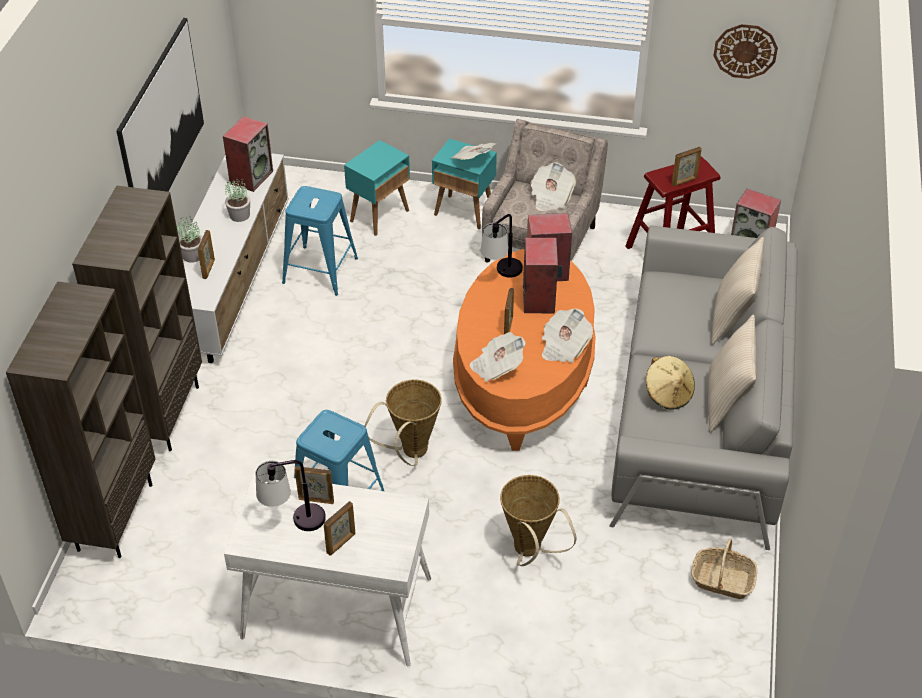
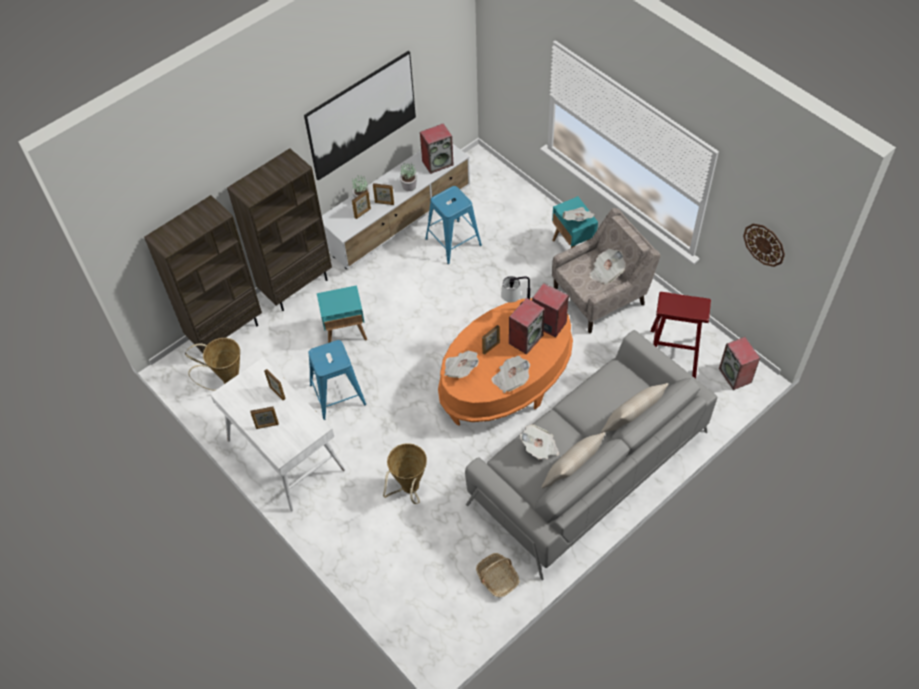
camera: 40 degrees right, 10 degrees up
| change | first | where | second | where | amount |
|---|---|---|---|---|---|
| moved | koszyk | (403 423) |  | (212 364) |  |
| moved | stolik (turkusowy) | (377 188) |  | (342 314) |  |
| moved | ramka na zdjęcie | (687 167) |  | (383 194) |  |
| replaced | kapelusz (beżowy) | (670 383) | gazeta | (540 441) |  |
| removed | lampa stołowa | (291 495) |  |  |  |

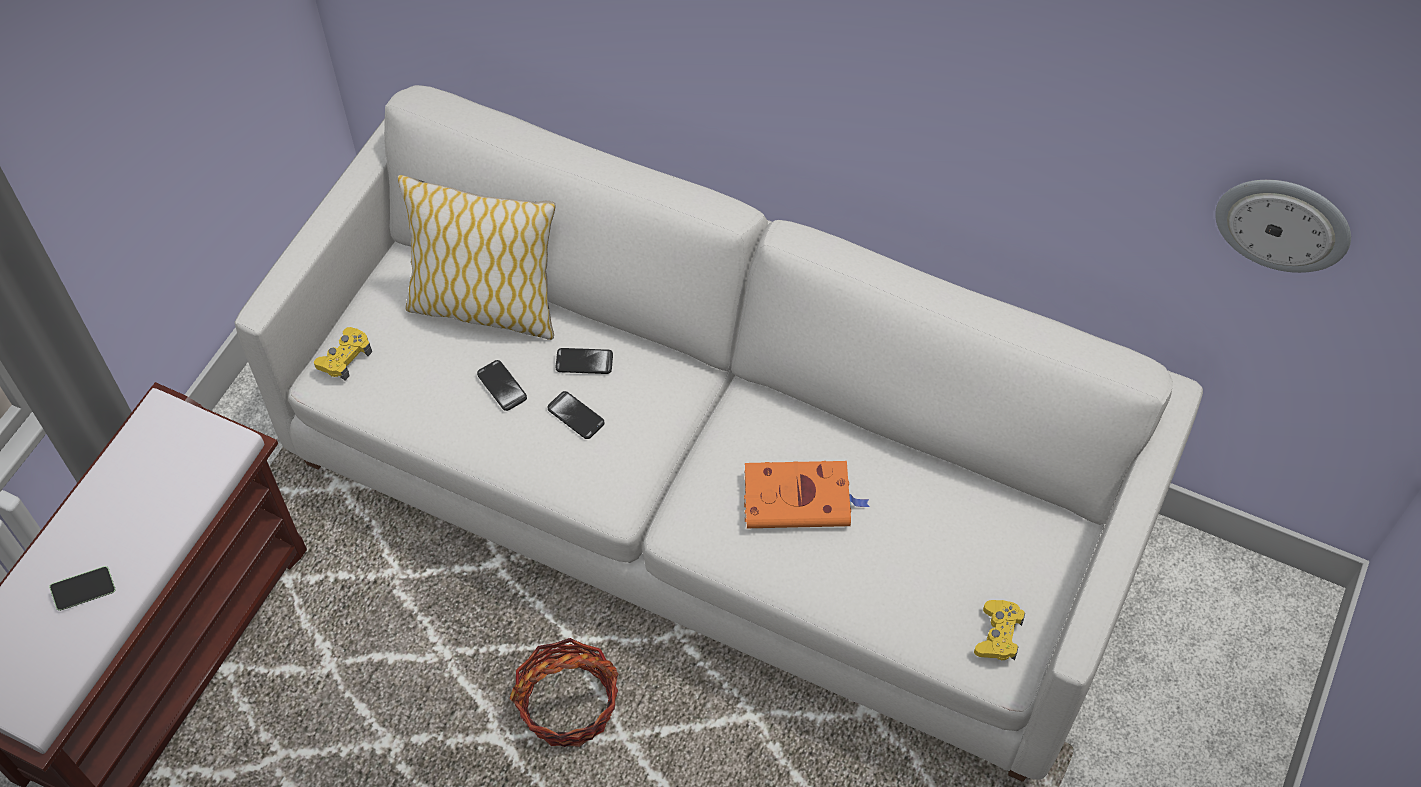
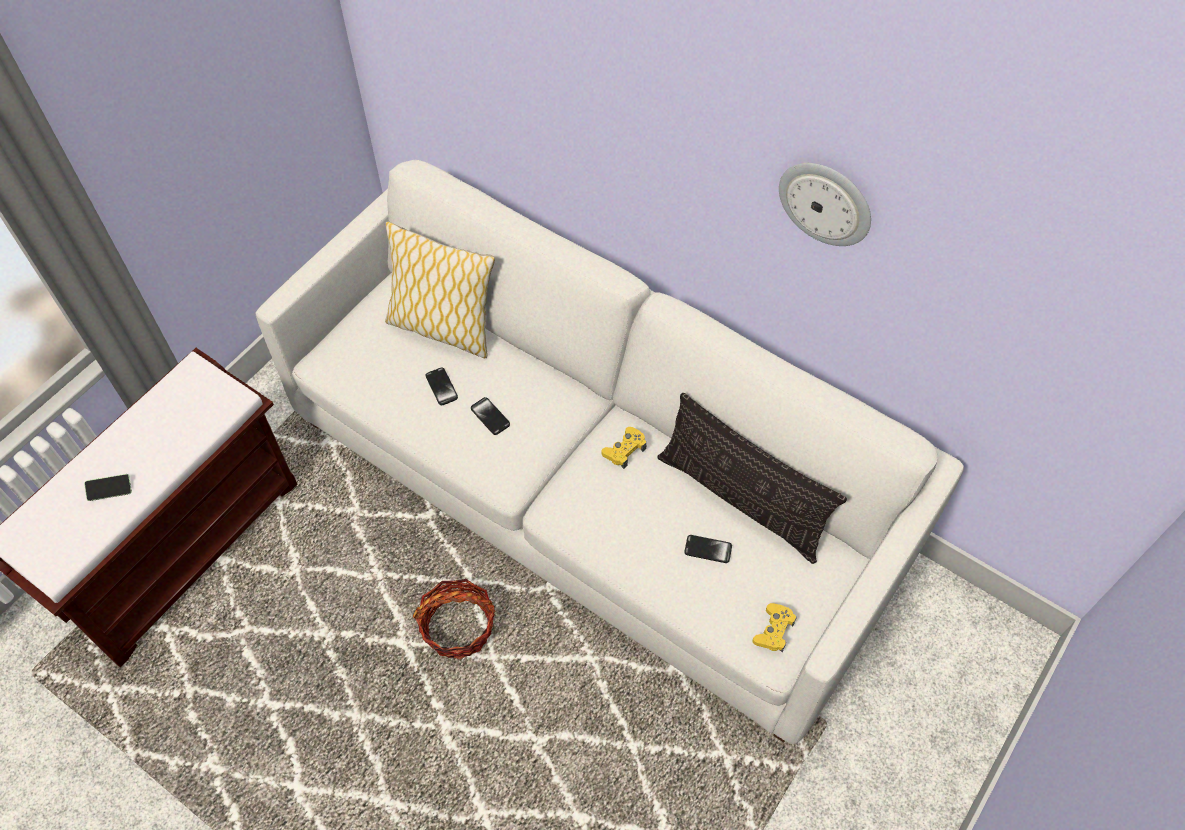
camera: 10 degrees right, 0 degrees up
| change | first | where | second | where | amount |
|---|---|---|---|---|---|
| moved | pad do gier (żółty) | (343 354) |  | (624 448) |  |
| added |  |  | poduszka | (752 478) |  |
| moved | telefon | (584 361) |  | (708 549) |  |
| moved | zegar ścienny | (1283 226) |  | (825 204) |  |
| removed | książka (pomarańczowy) | (806 494) |  |  |  |

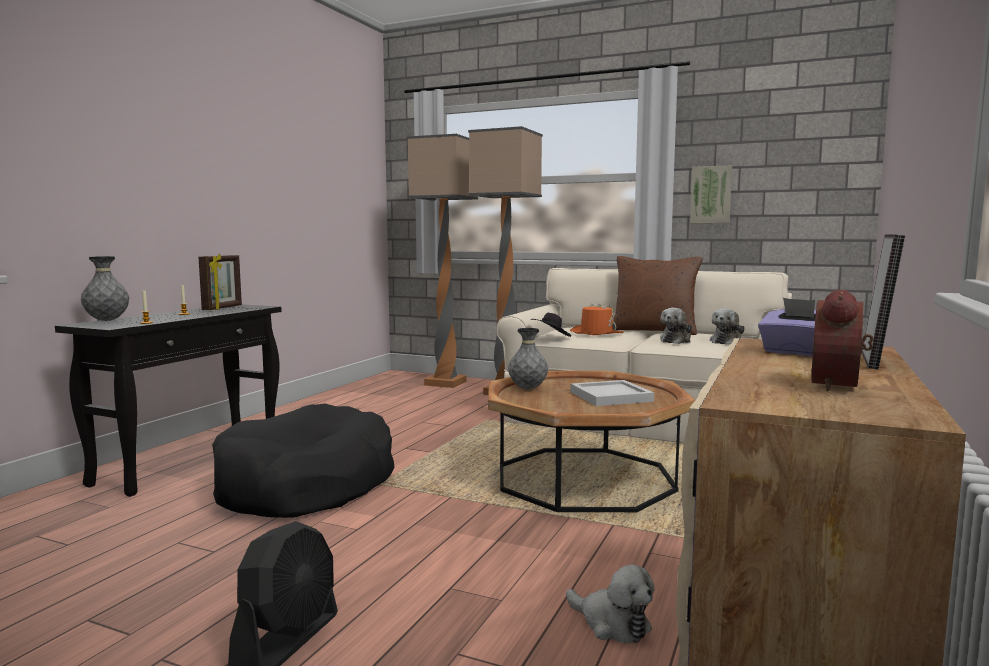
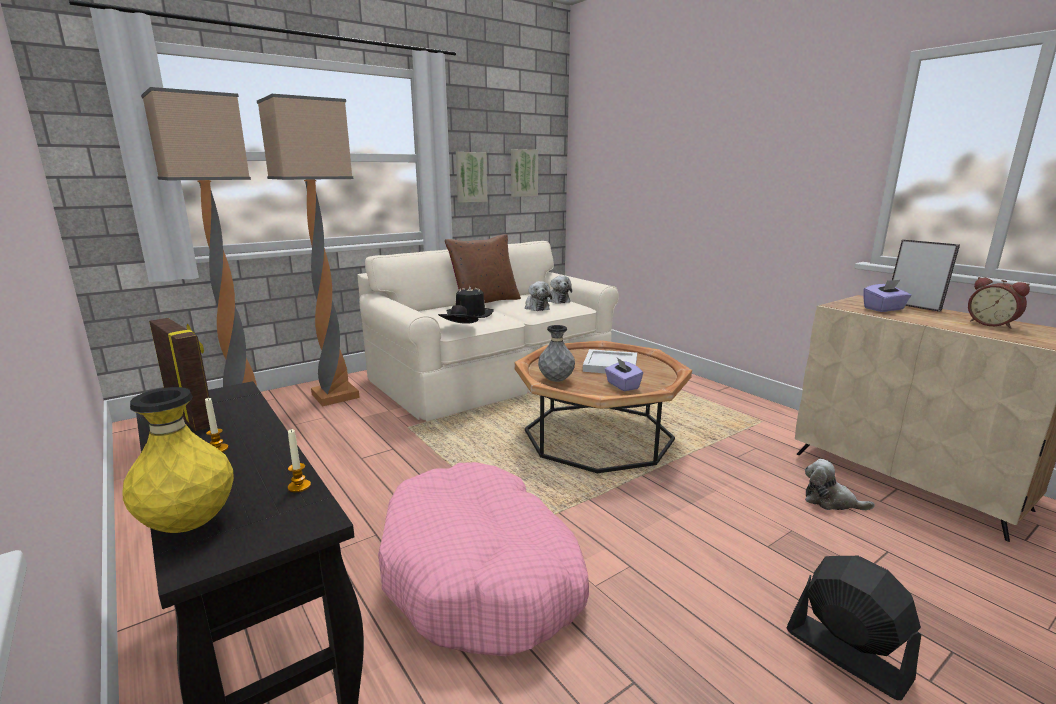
camera: 60 degrees left, 10 degrees up
| change | first | where | second | where | amount |
|---|---|---|---|---|---|
| recoloured | wazon (szary) | (105 288) | wazon (żółty) | (178 460) |  |
| recoloured | legowisko (czarny) | (303 460) | legowisko (różowy) | (483 559) |  |
| recoloured | kapelusz (pomarańczowy) | (597 319) | kapelusz (czarny) | (470 302) |  |
| added |  |  | obraz | (524 173) |  |
| added |  |  | pudełko chusteczek (fioletowy) | (624 374) |  |
| turned | pluszak | (610 604) |  | (840 484) | 135 degrees counterclockwise |

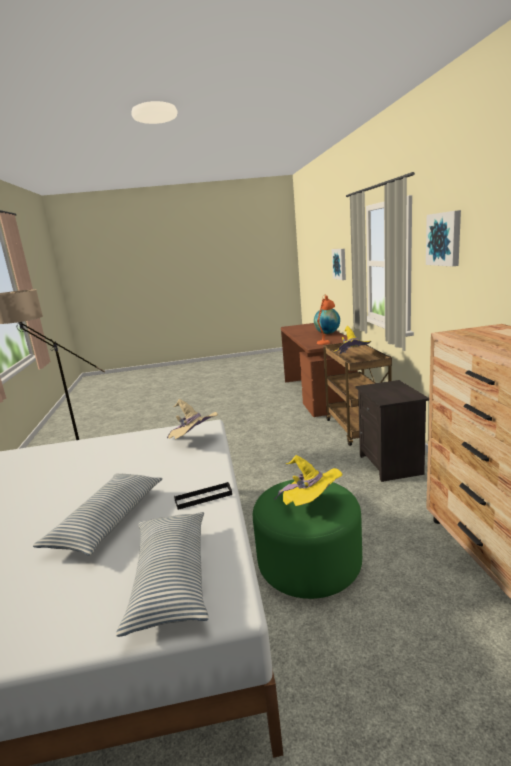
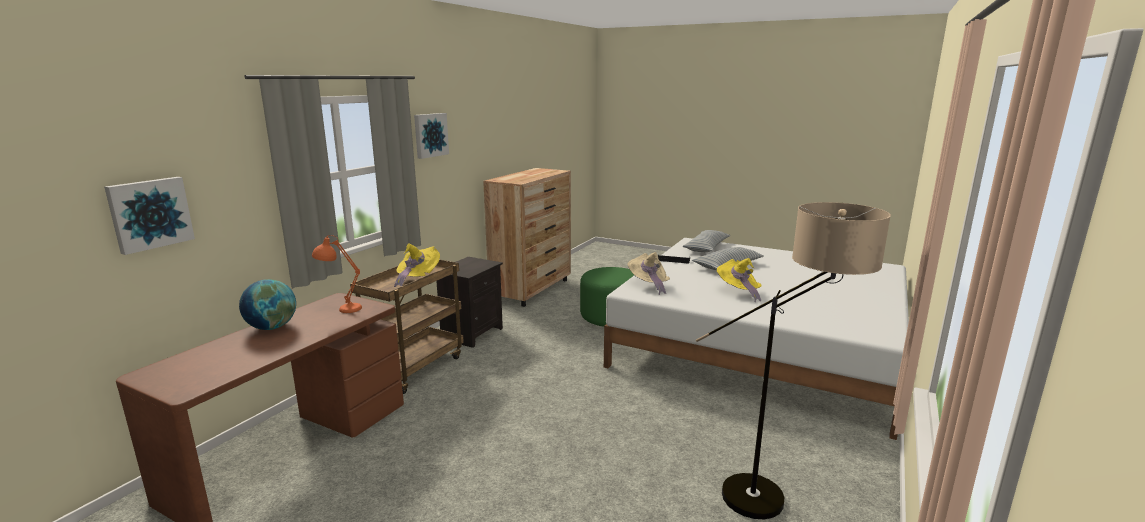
camera: 145 degrees left, 0 degrees up
| change | first | where | second | where | amount |
|---|---|---|---|---|---|
| moved | kapelusz (żółty) | (308 480) |  | (739 280) |  |

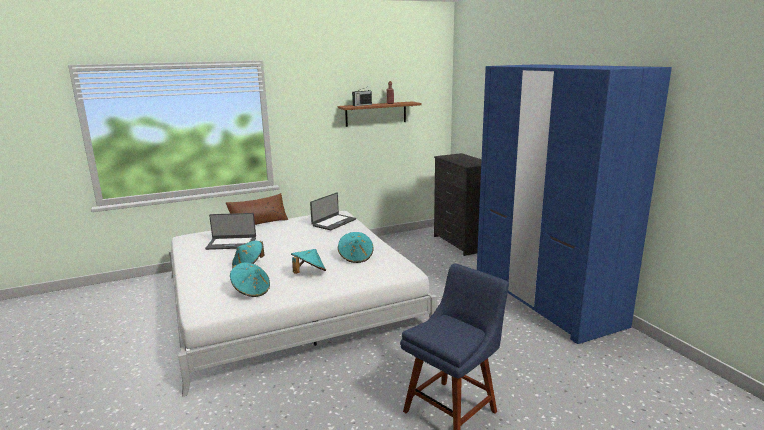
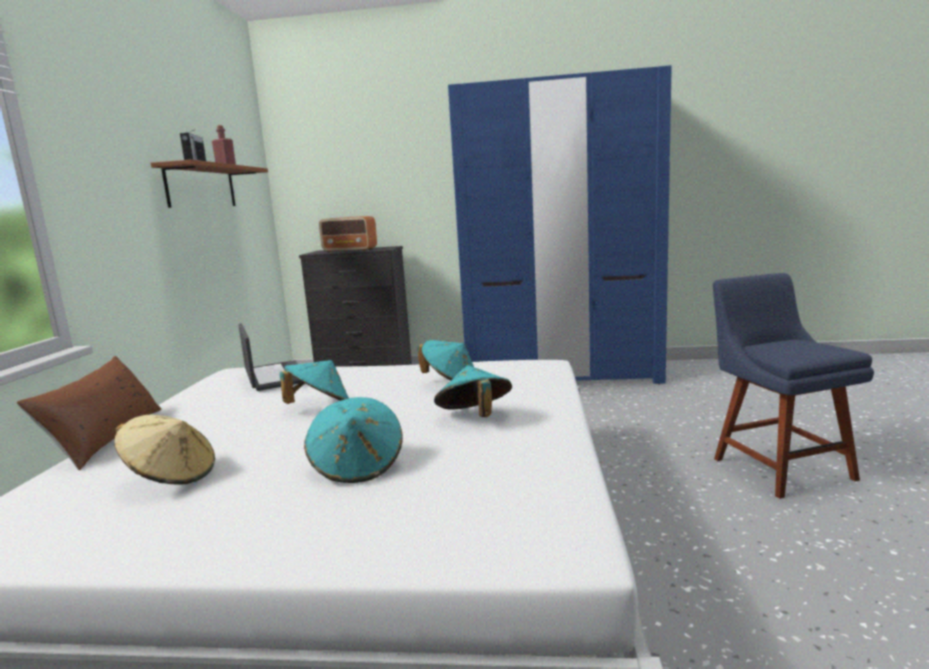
camera: 60 degrees left, 5 degrees down
| change | first | where | second | where | amount |
|---|---|---|---|---|---|
| replaced | laptop | (230 231) | kapelusz (beżowy) | (164 449) |  |
| moved | kapelusz (turkusowy) | (250 279) |  | (314 382) |  |
| added |  |  | radio | (348 234) |  |

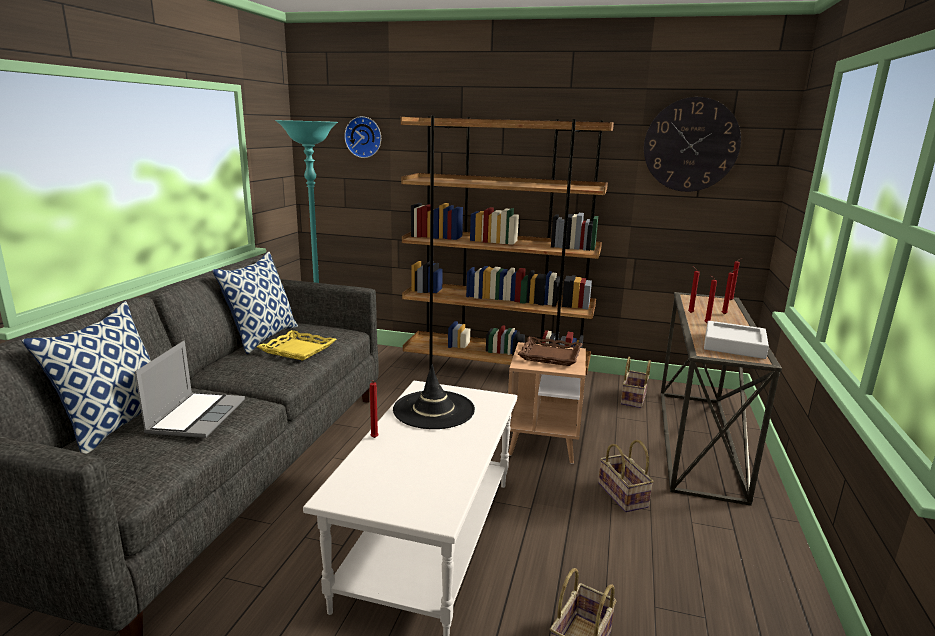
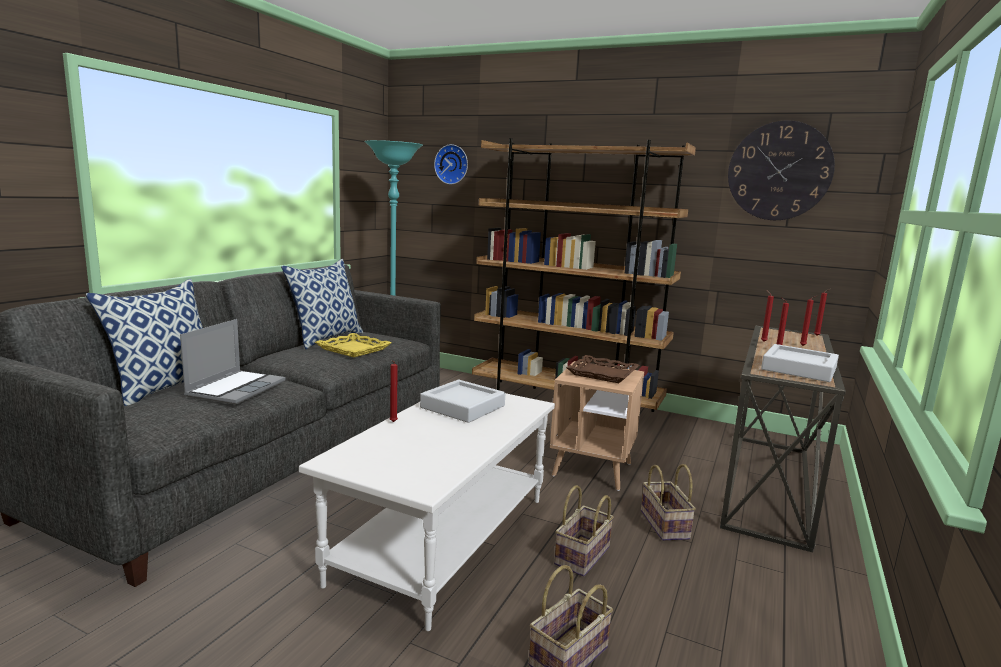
camera: 10 degrees right, 5 degrees down
| change | first | where | second | where | amount |
|---|---|---|---|---|---|
| replaced | kapelusz (czarny) | (434 396) | taca (szary) | (463 401) |  |
| moved | koszyk | (636 382) |  | (584 530) |  |

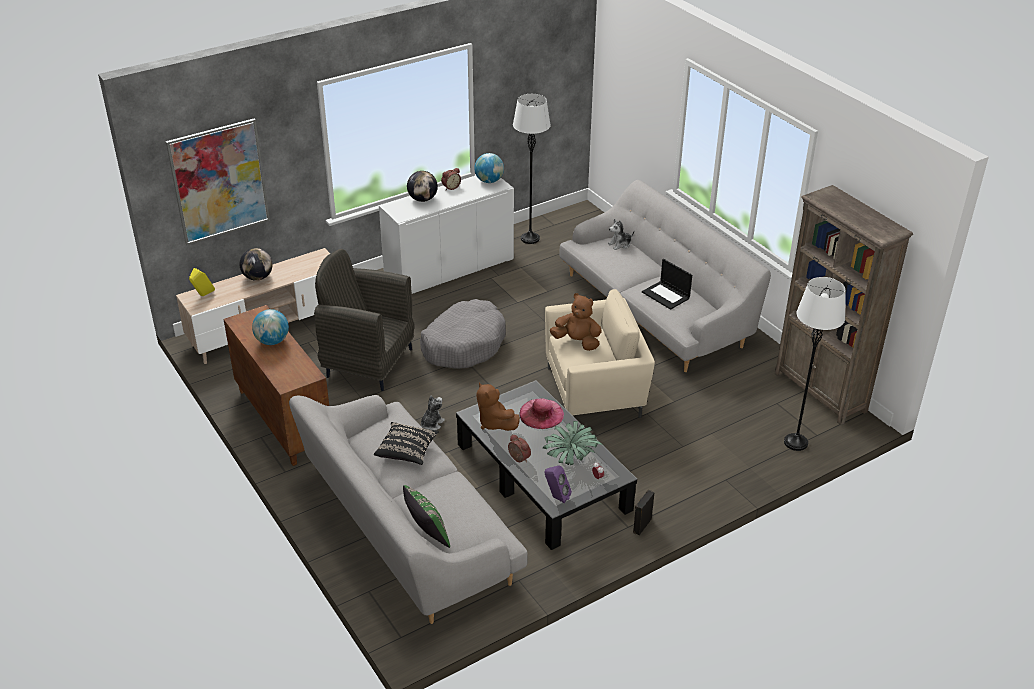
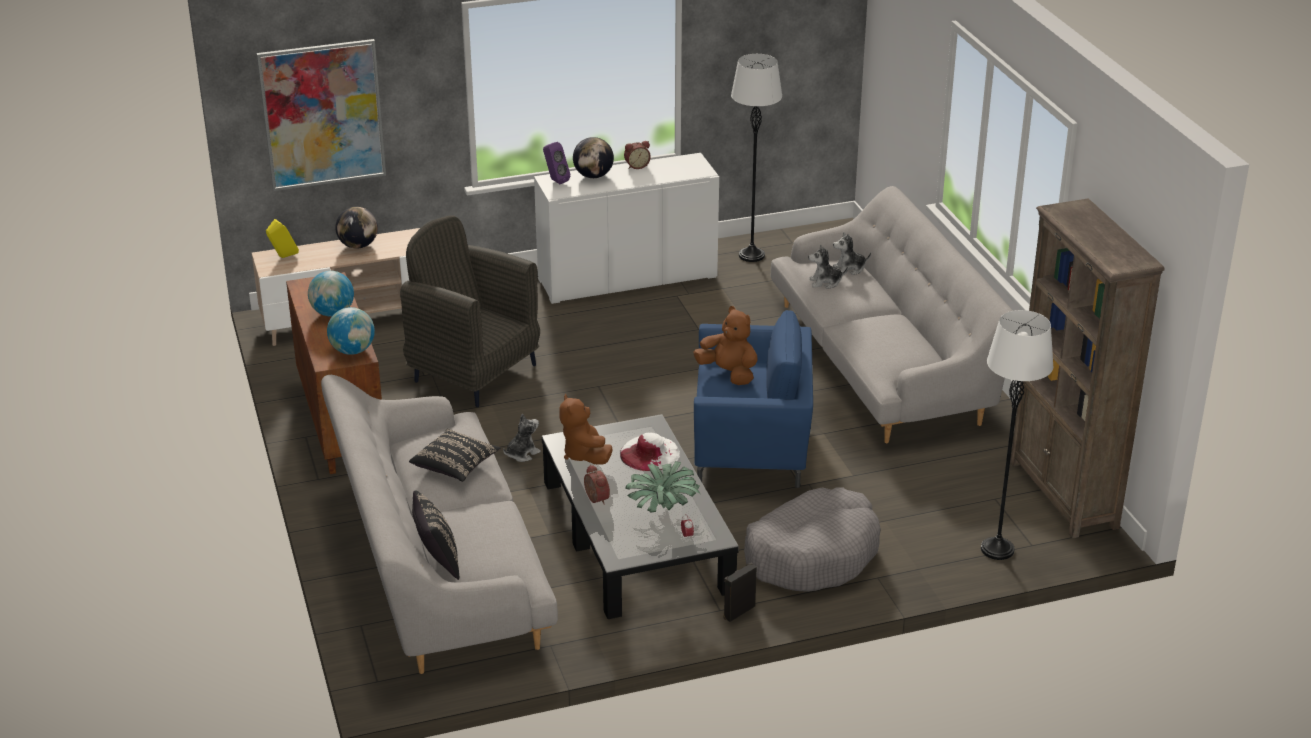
camera: 15 degrees right, 5 degrees down
| change | first | where | second | where | amount |
|---|---|---|---|---|---|
| moved | globus | (489 168) |  | (351 331) |  |
| recoloured | poduszka (zielony) | (426 516) | poduszka (czarny) | (435 535) |  |
| moved | głośnik (fioletowy) | (558 484) |  | (557 163) |  |
| recoloured | kapelusz (różowy) | (541 413) | kapelusz (biały) | (650 451) |  |
| recoloured | fotel (beżowy) | (600 353) | fotel (niebieski) | (753 399) |  |
| moved | legowisko (szary) | (463 334) |  | (812 539) |  |
| added |  |  | pluszak | (828 266) |  |
| removed | laptop | (667 284) |  |  |  |

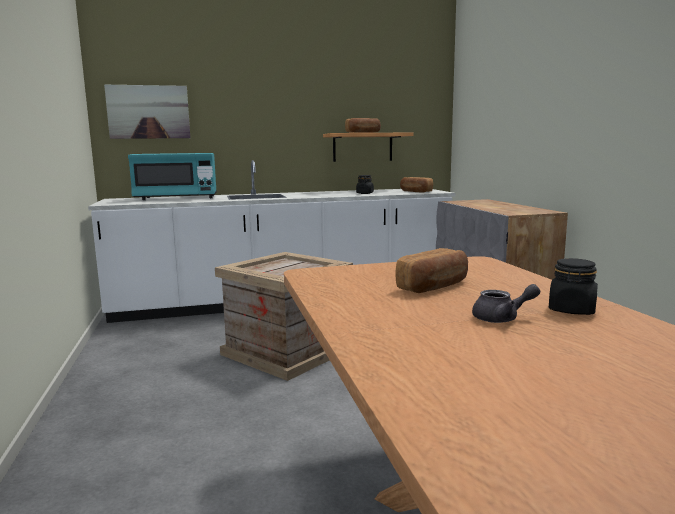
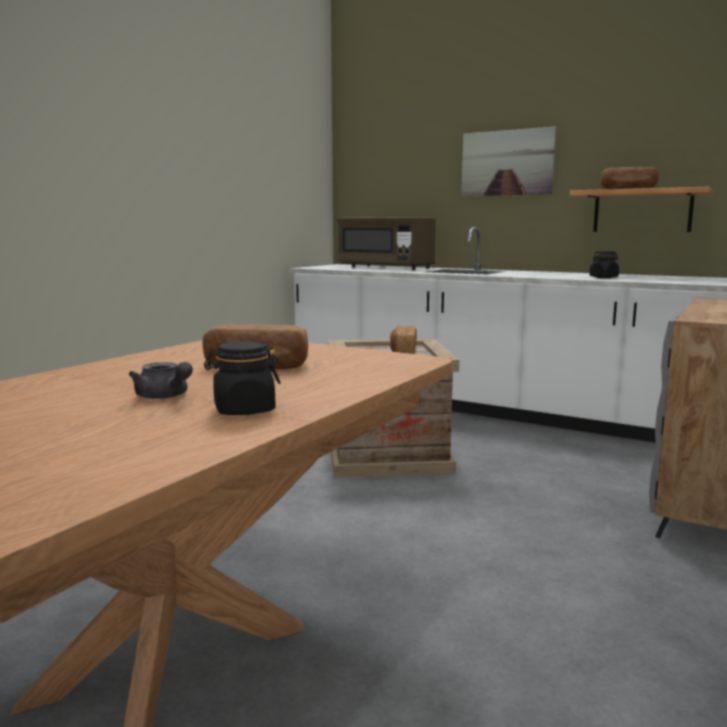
camera: 45 degrees right, 0 degrees up
| change | first | where | second | where | amount |
|---|---|---|---|---|---|
| recoloured | mikrofalówka (turkusowy) | (172 176) | mikrofalówka (brązowy) | (386 243) |  |
| moved | chleb | (416 184) |  | (403 340) |  |
| moved | obraz | (147 111) |  | (508 161) |  |

